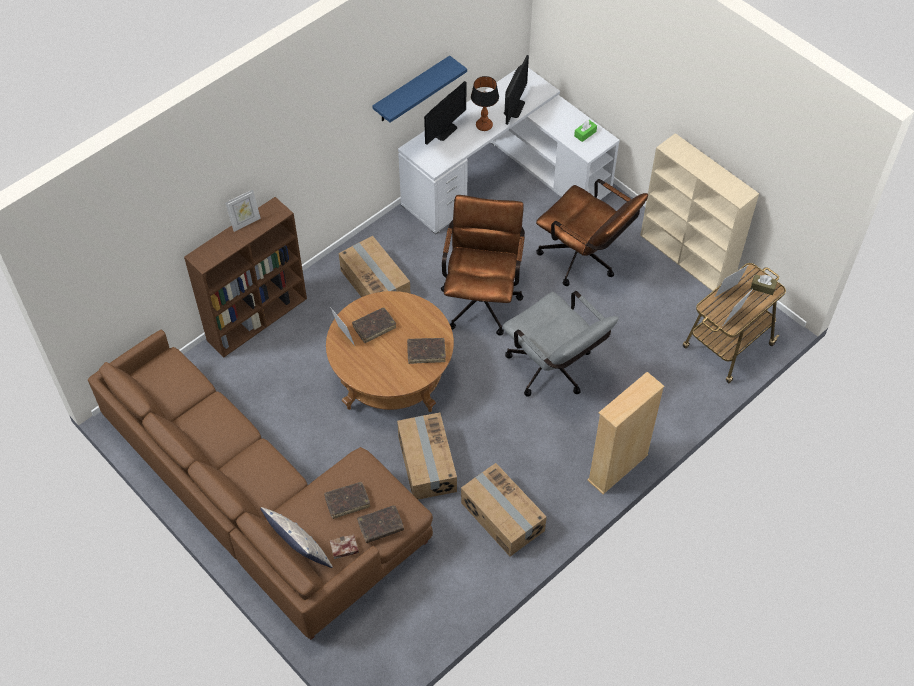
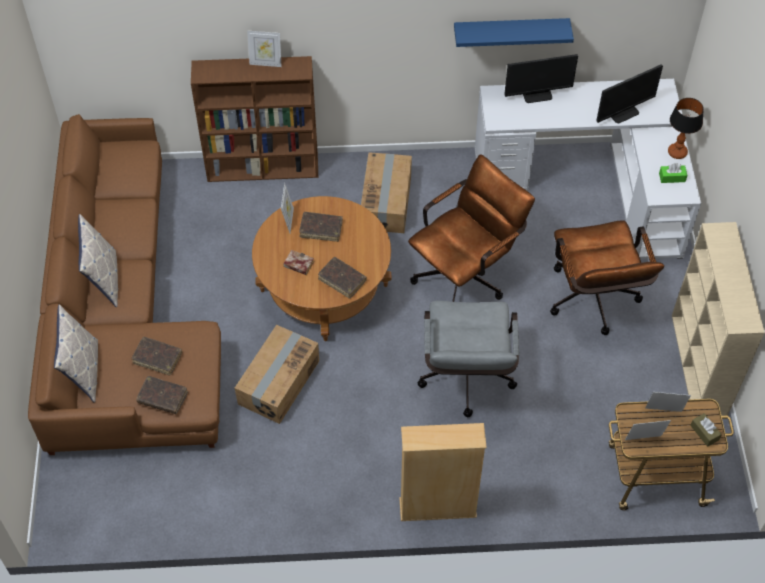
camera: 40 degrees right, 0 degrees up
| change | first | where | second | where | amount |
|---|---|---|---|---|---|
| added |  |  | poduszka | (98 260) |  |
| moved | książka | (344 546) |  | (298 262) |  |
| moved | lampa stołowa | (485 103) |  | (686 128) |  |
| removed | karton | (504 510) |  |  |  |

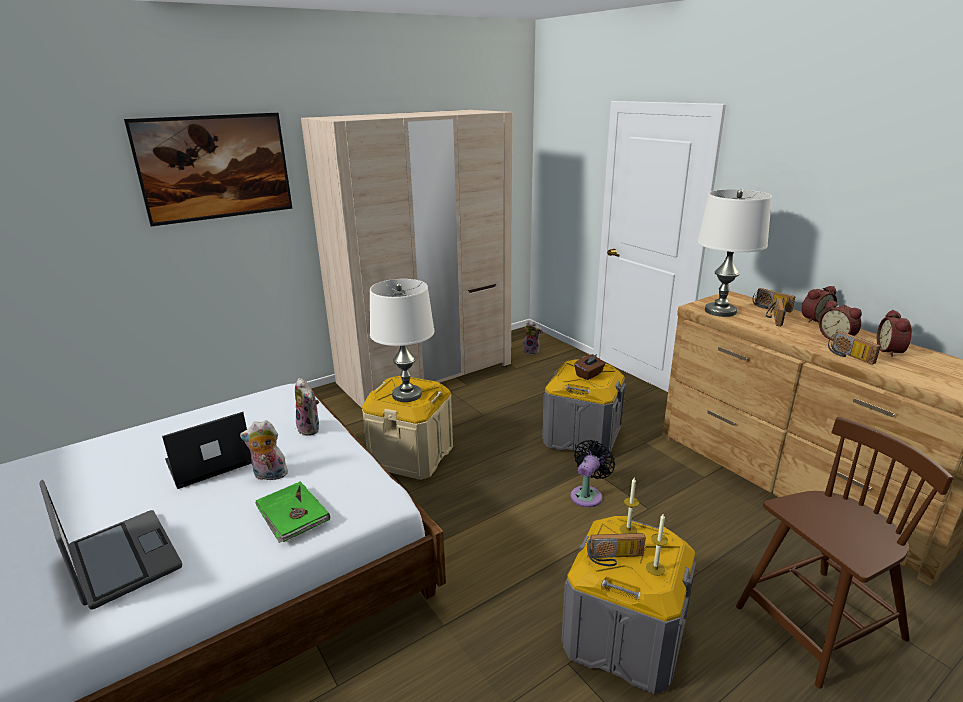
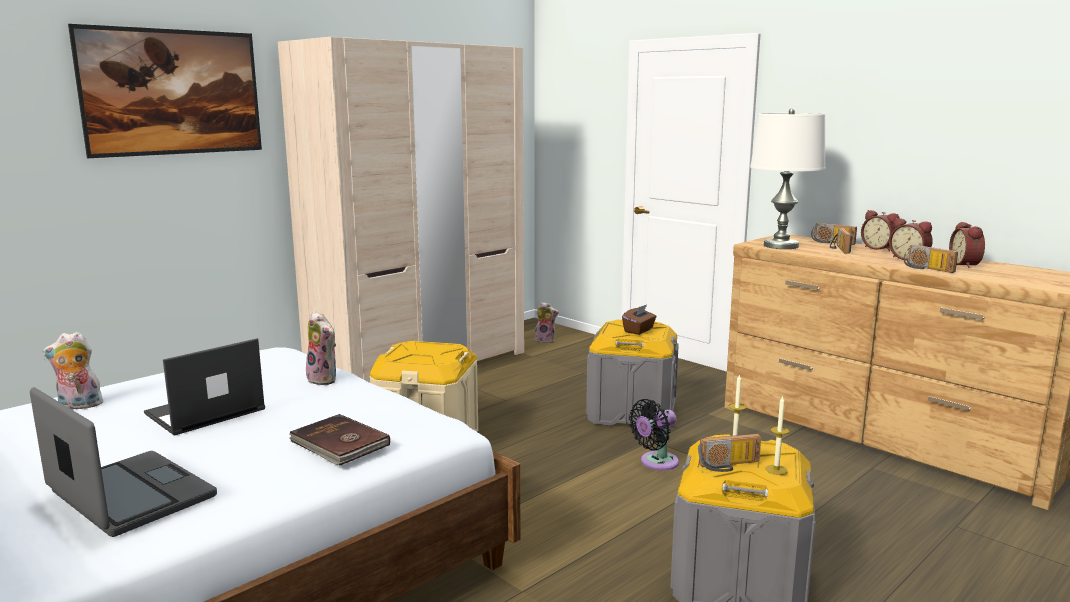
camera: 10 degrees left, 10 degrees down
| change | first | where | second | where | amount |
|---|---|---|---|---|---|
| moved | pluszak | (264 450) |  | (73 370) |  |
| recoloured | książka (zielony) | (292 512) | książka (brązowy) | (339 440) |  |
| turned | wentylator (czarny) | (593 473) |  | (654 434) | 150 degrees counterclockwise |
| turned | budzik | (819 304) |  | (880 230) | 90 degrees clockwise |
| removed | lampa stołowa (biały) | (402 340) |  |  |  |
| removed | krzesło (brązowy) | (844 553) |  |  |  |

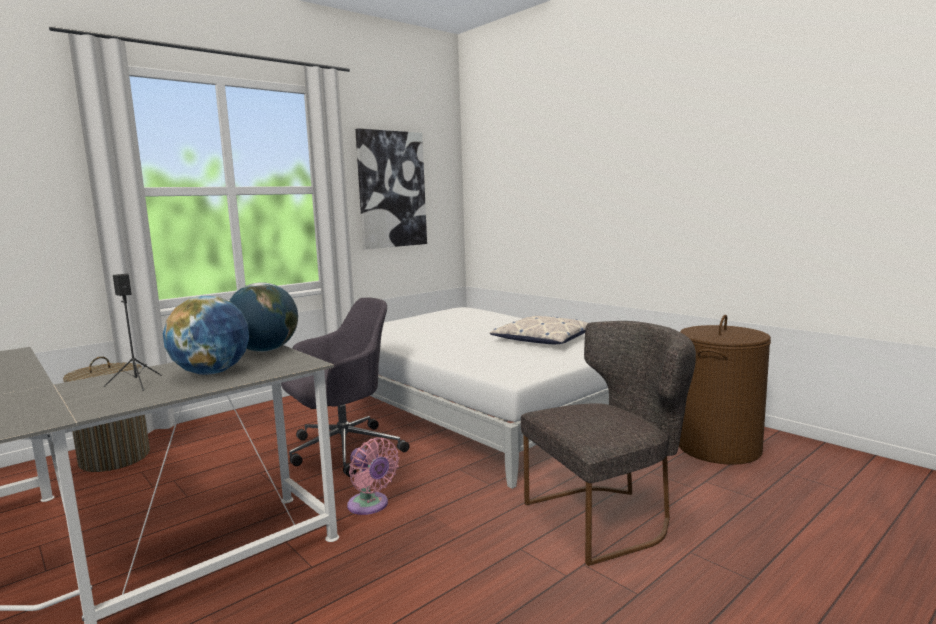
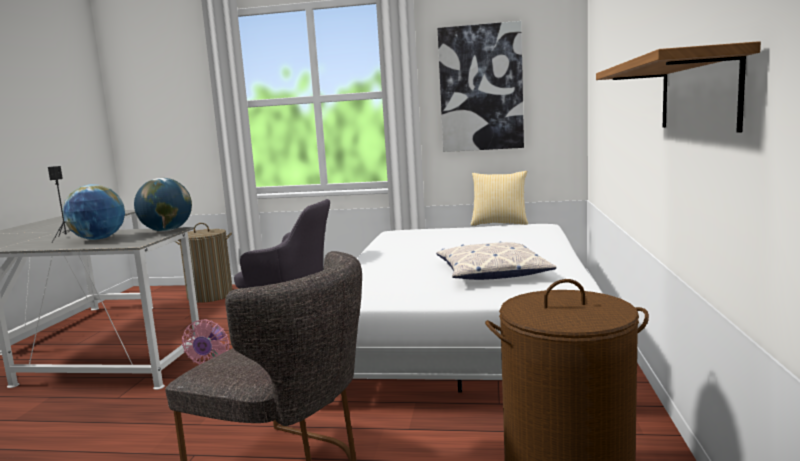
camera: 50 degrees right, 0 degrees up
| change | first | where | second | where | amount |
|---|---|---|---|---|---|
| added |  |  | poduszka | (499 198) |  |
| added |  |  | półka | (678 87) |  |

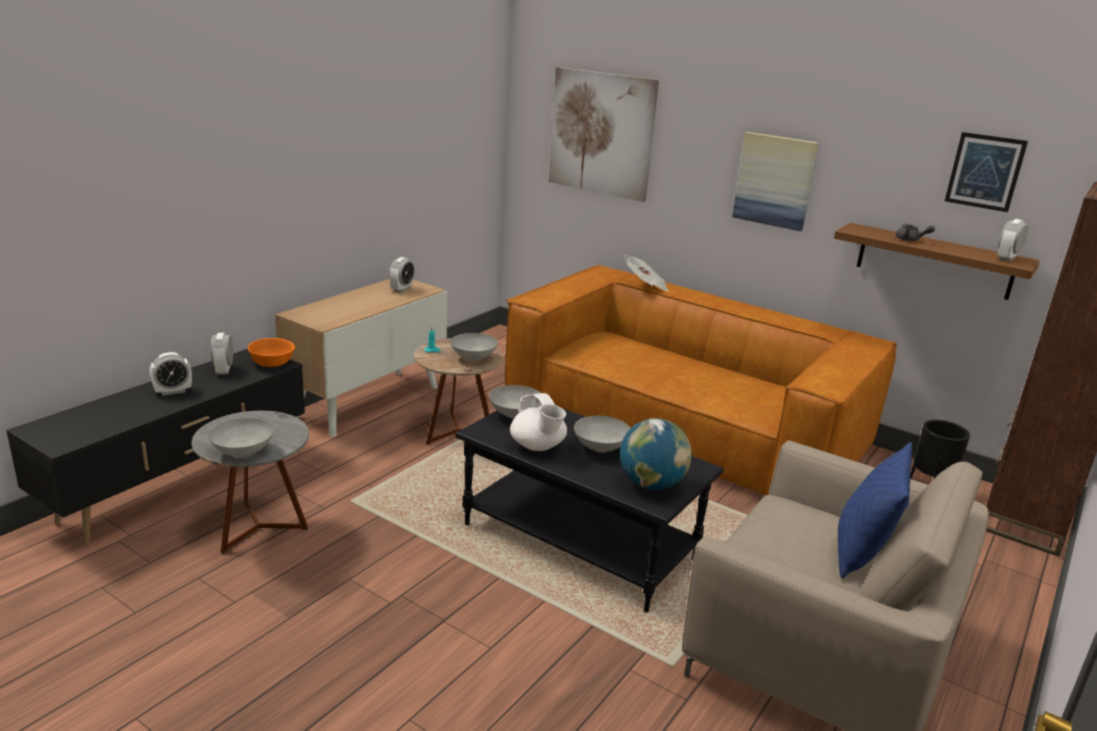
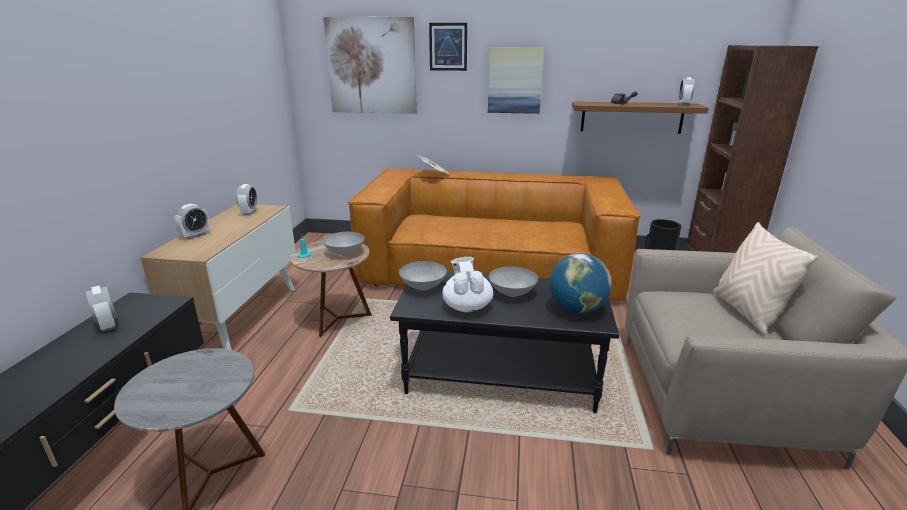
camera: 25 degrees left, 0 degrees up
| change | first | where | second | where | amount |
|---|---|---|---|---|---|
| moved | budzik | (170 374) |  | (192 221) |  |
| moved | obraz | (986 172) |  | (448 47) |  |
| turned | imbryk (biały) | (538 422) |  | (467 284) | 135 degrees counterclockwise |
| recoloured | poduszka (niebieski) | (875 510) | poduszka (beżowy) | (766 278) |  |
| removed | miska (szary) | (240 437) |  |  |  |
| removed | miska (pomarańczowy) | (271 352) |  |  |  |

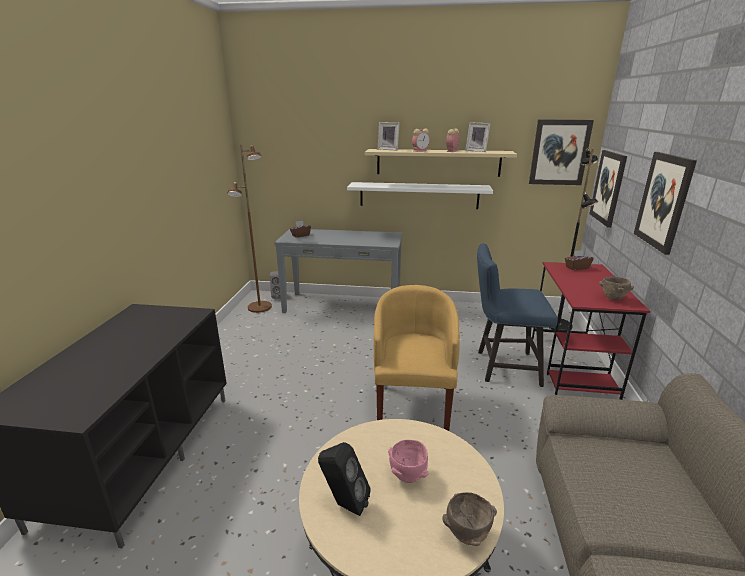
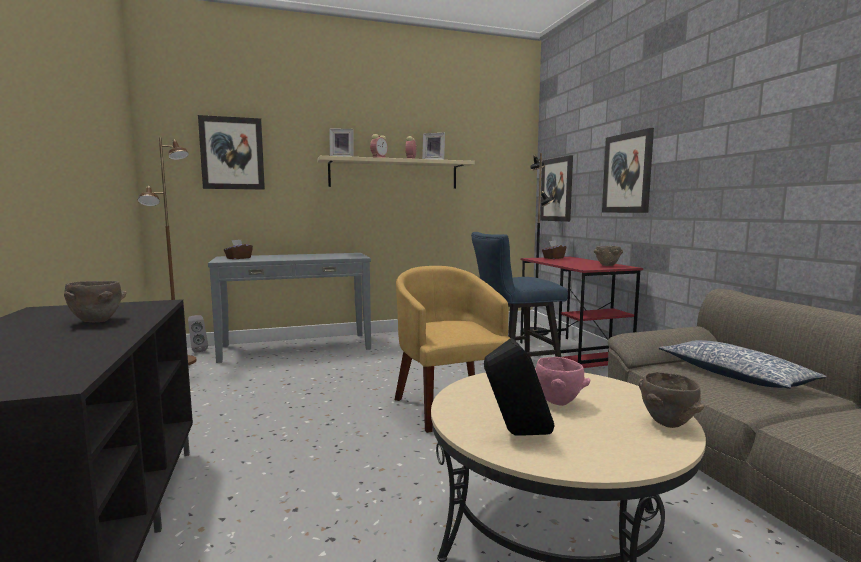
camera: 25 degrees left, 15 degrees down
| change | first | where | second | where | amount |
|---|---|---|---|---|---|
| added |  |  | miska (brązowy) | (95 301) |  |
| moved | obraz | (561 152) |  | (231 152) |  |
| added |  |  | poduszka | (743 364) |  |
| removed | półka (biały) | (420 195) |  |  |  |

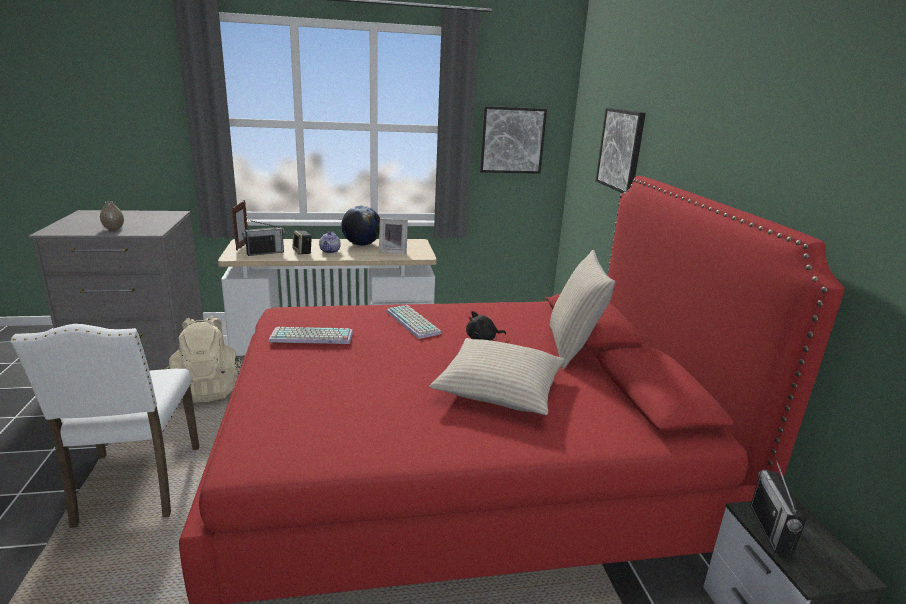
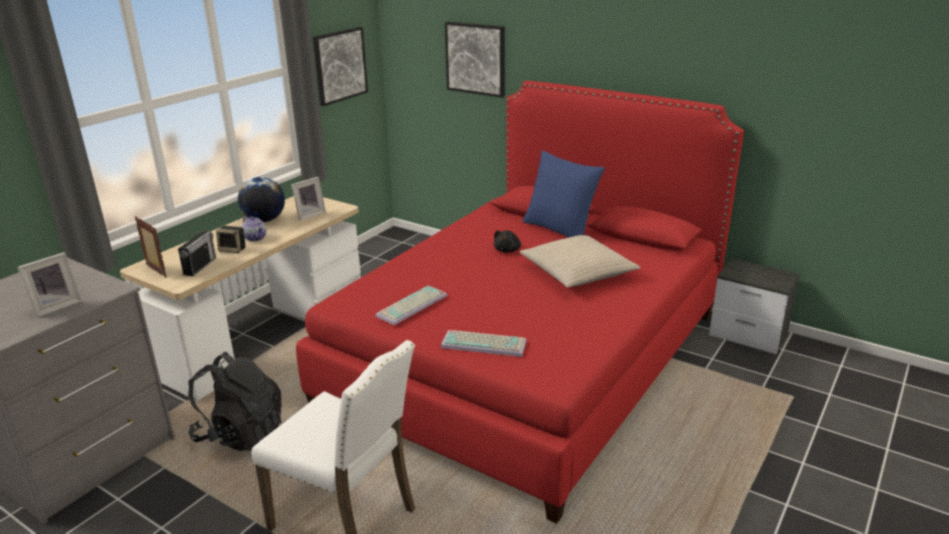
camera: 45 degrees left, 5 degrees up
| change | first | where | second | where | amount |
|---|---|---|---|---|---|
| replaced | wazon | (112 215) | ramka na zdjęcie | (50 284) |  |
| recoloured | plecak (beżowy) | (203 359) | plecak (czarny) | (234 401) |  |
| moved | klawiatura | (414 322) |  | (483 343) |  |
| recoloured | poduszka (beżowy) | (582 309) | poduszka (niebieski) | (564 193) |  |
| removed | radio | (778 507) |  |  |  |

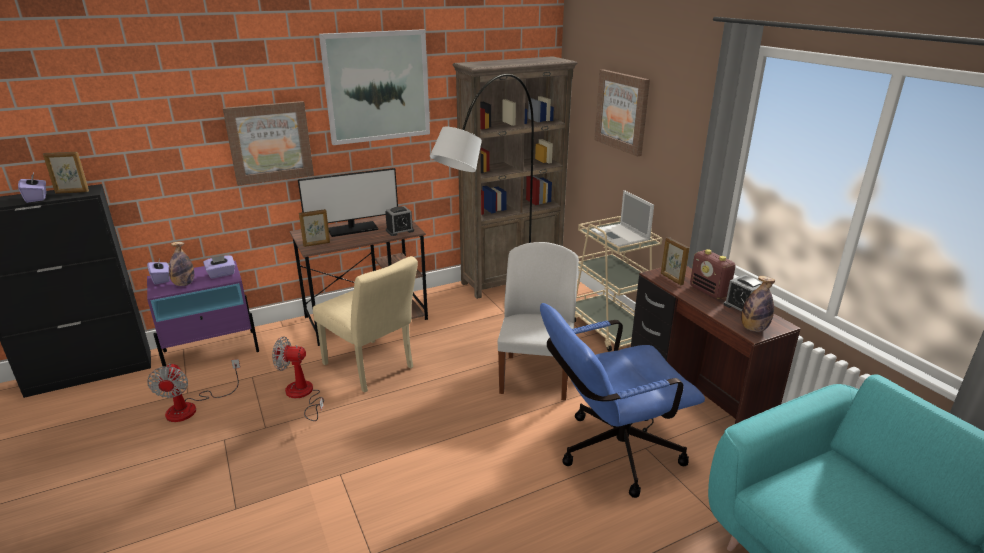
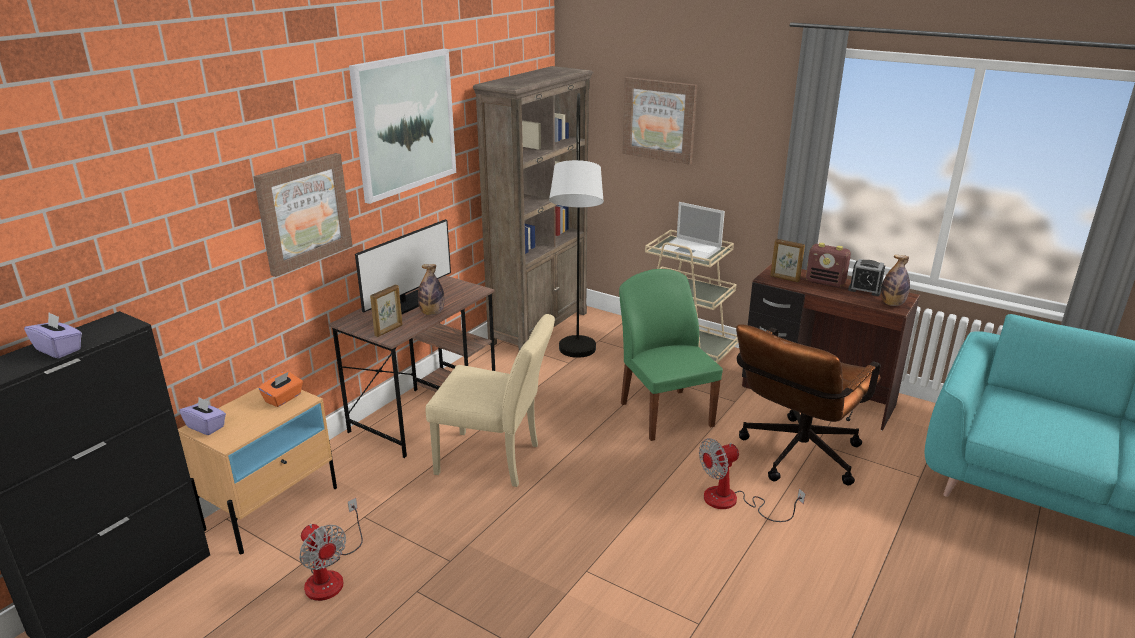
camera: 30 degrees left, 0 degrees up
| change | first | where | second | where | amount |
|---|---|---|---|---|---|
| recoloured | szafka nocna (fioletowy) | (203 313) | szafka nocna (beżowy) | (257 470) |  |
| recoloured | pudełko chusteczek (fioletowy) | (219 267) | pudełko chusteczek (pomarańczowy) | (281 389) |  |
| moved | butelka | (181 264) |  | (431 289) |  |
| recoloured | krzesło (biały) | (538 321) | krzesło (zielony) | (671 355) |  |
| moved | wentylator | (298 378) |  | (752 480) |  |
| recoloured | krzesło biurowe (niebieski) | (622 400) | krzesło biurowe (brązowy) | (808 405) |  |
| removed | ramka na zdjęcie | (66 173) |  |  |  |
| removed | budzik | (399 221) |  |  |  |

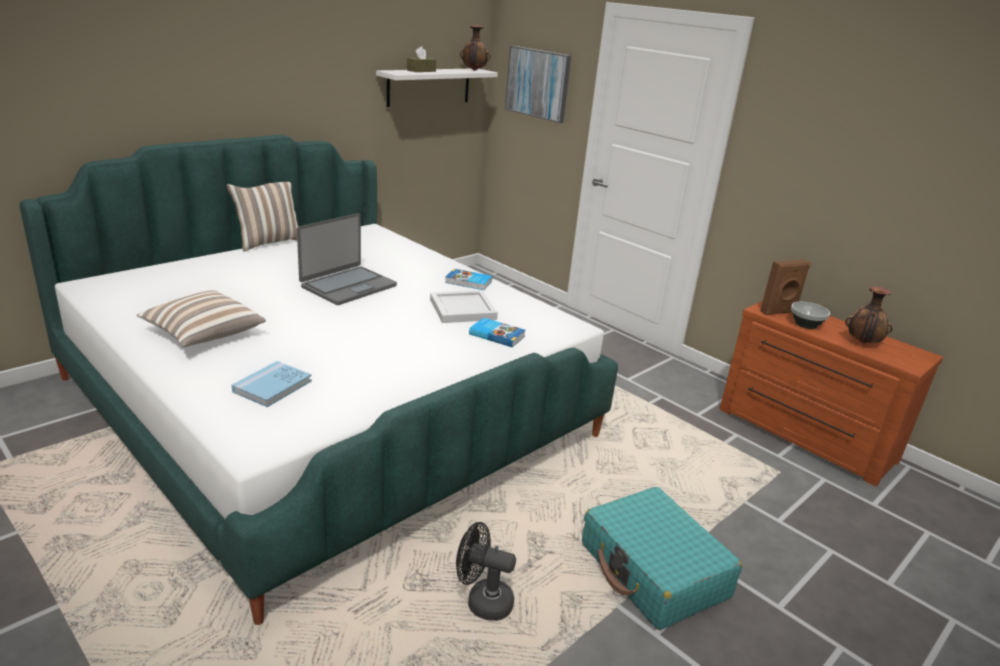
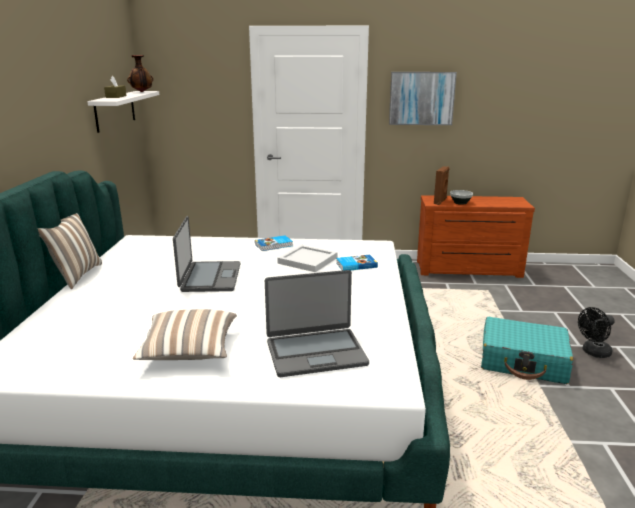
camera: 40 degrees left, 5 degrees down
| change | first | where | second | where | amount |
|---|---|---|---|---|---|
| replaced | książka (niebieski) | (272 384) | laptop | (317 323) |  |
| moved | obraz | (538 84) |  | (423 98) |  |
| moved | wentylator (czarny) | (486 571) |  | (596 332) |  |
| removed | wazon | (869 314) |  |  |  |

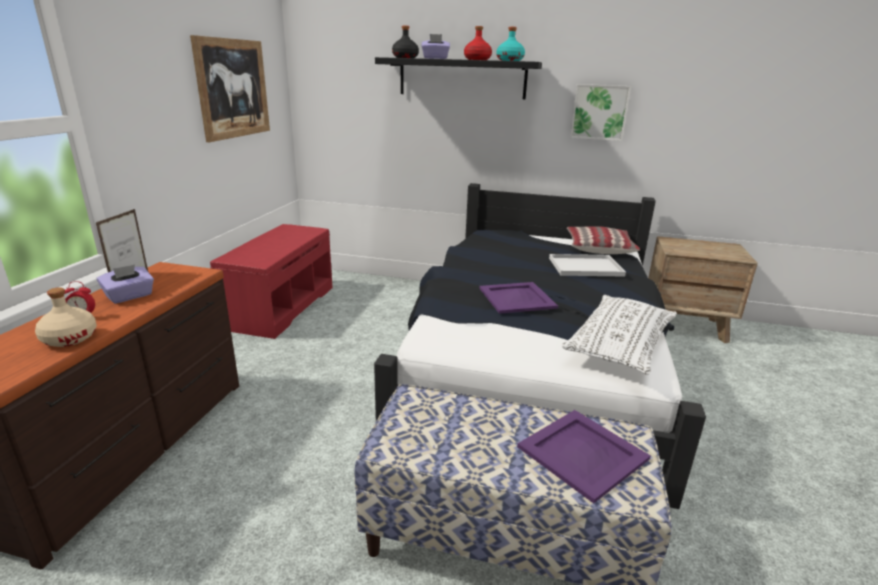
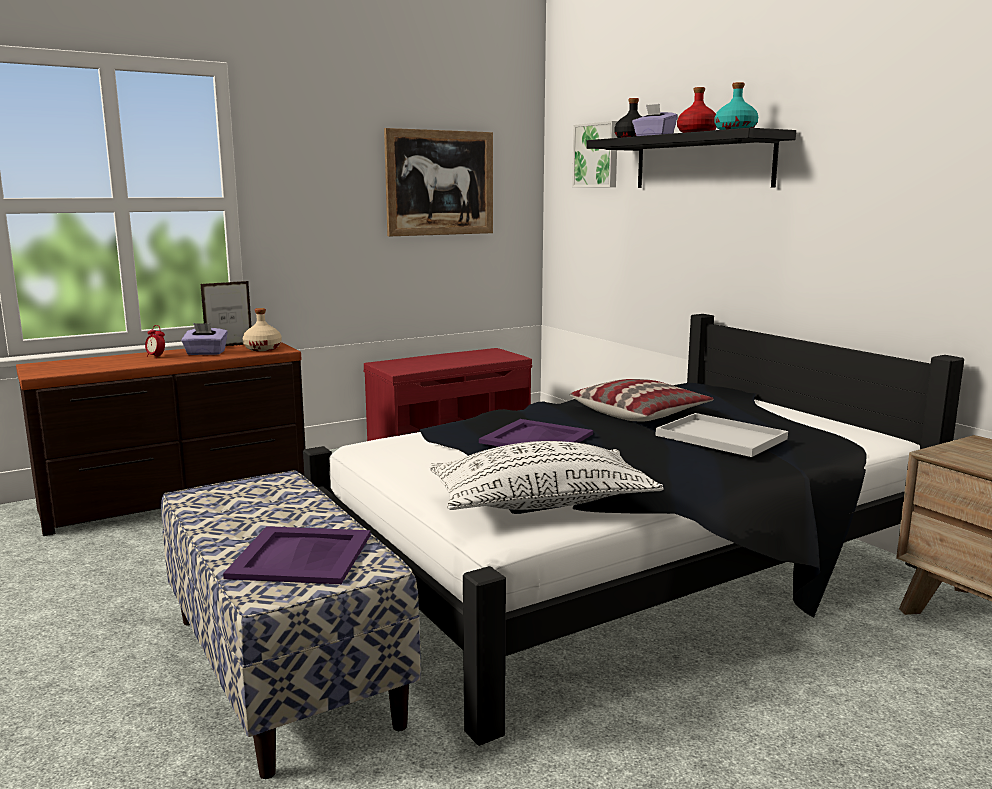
camera: 45 degrees right, 10 degrees down
| change | first | where | second | where | amount |
|---|---|---|---|---|---|
| moved | butelka (beżowy) | (66 317) |  | (262 329) |  |
| moved | poduszka | (603 240) |  | (642 400) |  |
| moved | obraz | (600 112) |  | (595 154) |  |

